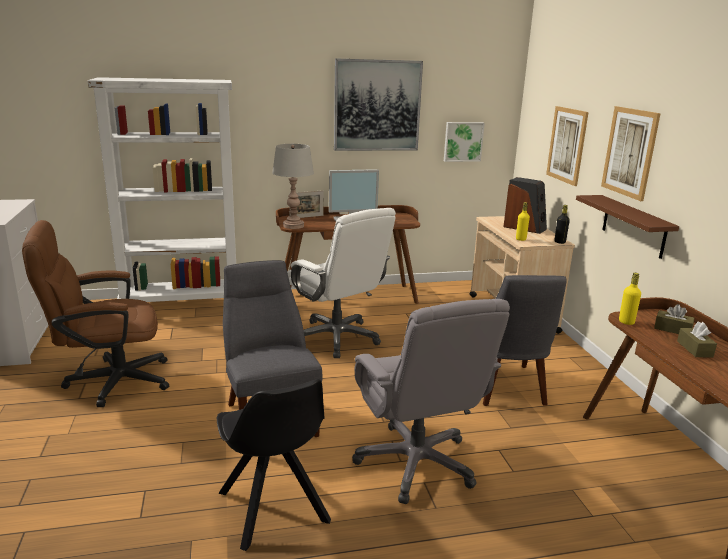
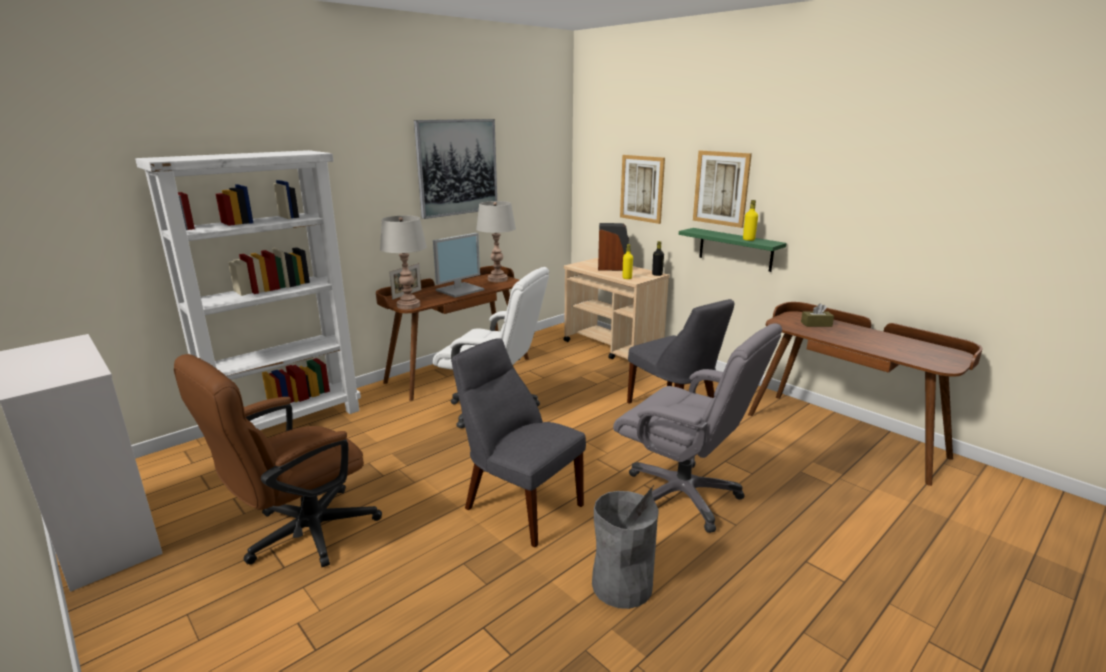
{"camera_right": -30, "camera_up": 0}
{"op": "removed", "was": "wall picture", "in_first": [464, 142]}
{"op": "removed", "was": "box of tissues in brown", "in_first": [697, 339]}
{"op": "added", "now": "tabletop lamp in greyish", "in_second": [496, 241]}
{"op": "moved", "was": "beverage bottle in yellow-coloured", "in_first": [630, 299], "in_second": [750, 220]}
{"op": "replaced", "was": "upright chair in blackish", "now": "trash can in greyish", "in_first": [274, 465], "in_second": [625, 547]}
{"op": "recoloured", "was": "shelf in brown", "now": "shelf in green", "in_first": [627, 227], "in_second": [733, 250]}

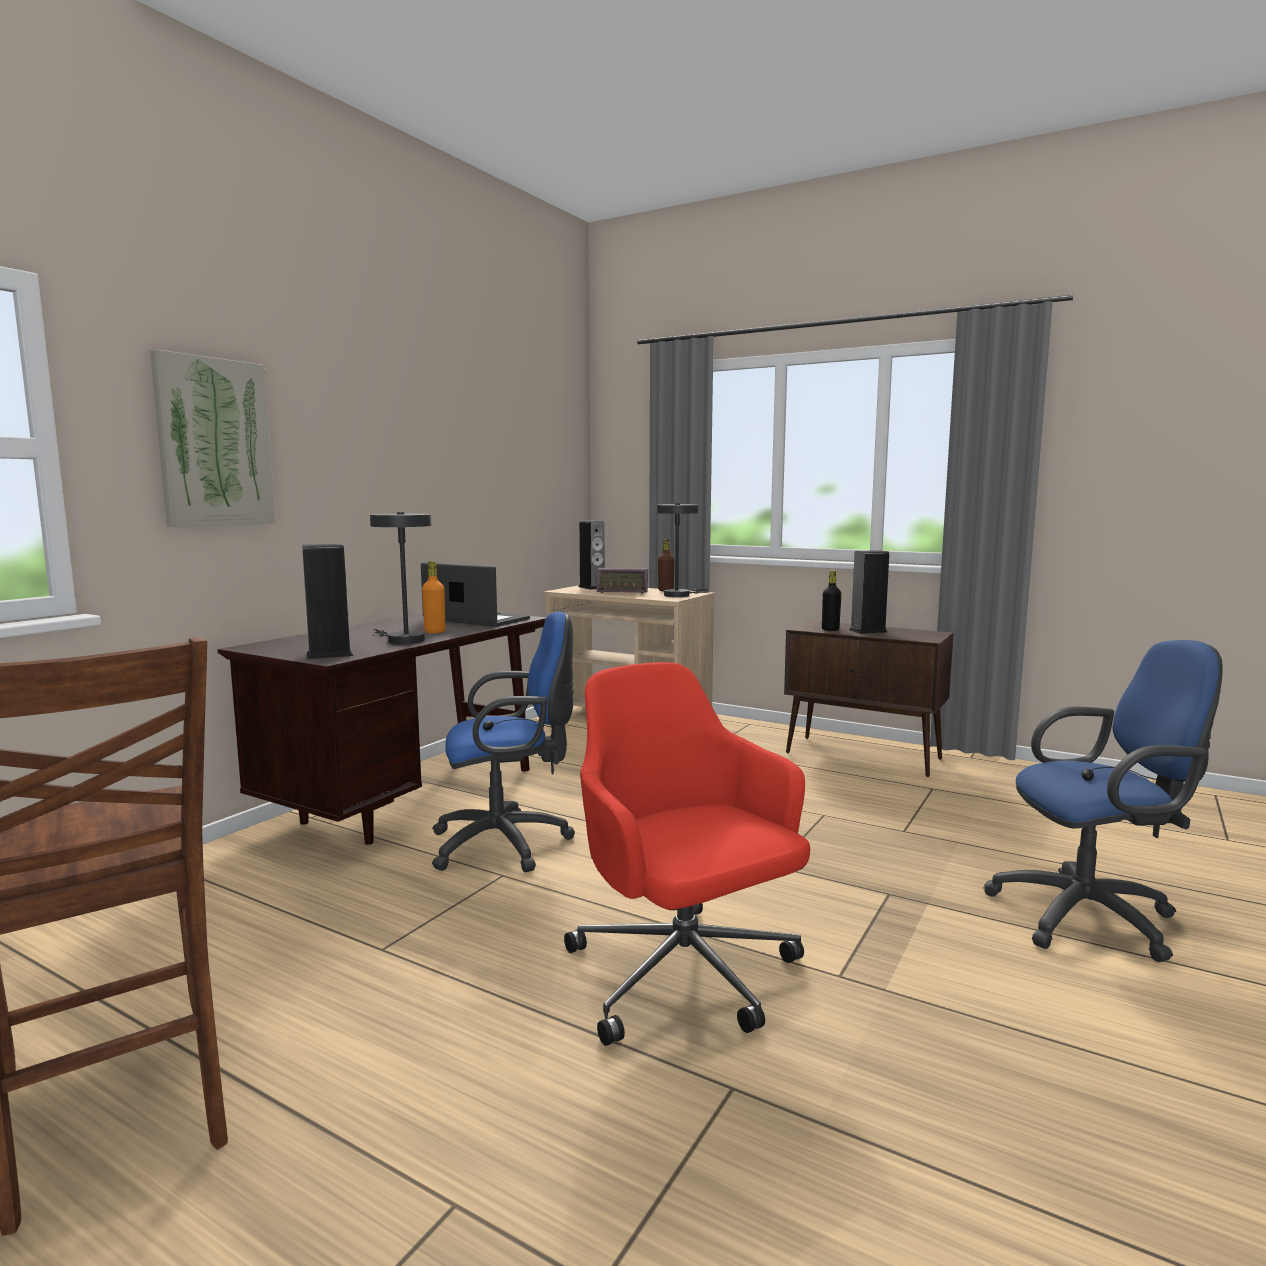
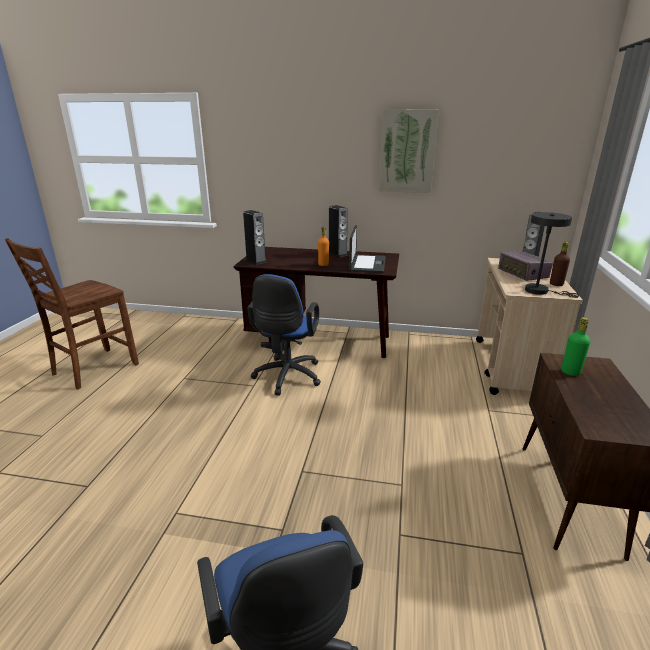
{"camera_right": 70, "camera_up": 15}
{"op": "removed", "was": "tabletop lamp in greyish", "in_first": [400, 578]}
{"op": "removed", "was": "computer chair in red-coloured", "in_first": [687, 854]}
{"op": "moved", "was": "wall picture", "in_first": [213, 438], "in_second": [409, 151]}
{"op": "moved", "was": "audio speaker", "in_first": [869, 592], "in_second": [338, 231]}
{"op": "recoloured", "was": "beverage bottle in blackish", "now": "beverage bottle in green", "in_first": [831, 600], "in_second": [575, 346]}
{"op": "turned", "was": "computer chair in bluish", "in_first": [503, 742], "in_second": [284, 335], "clockwise": 45}

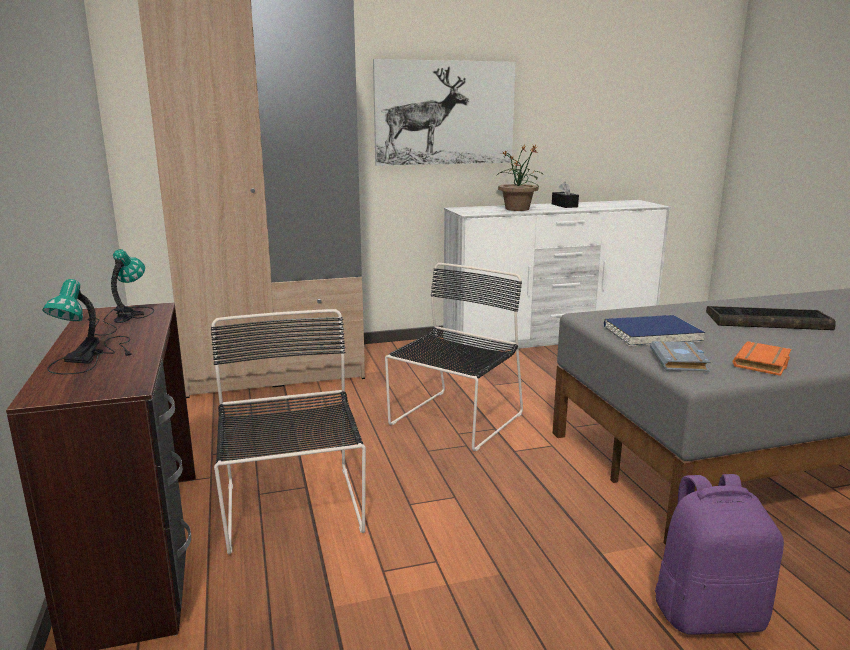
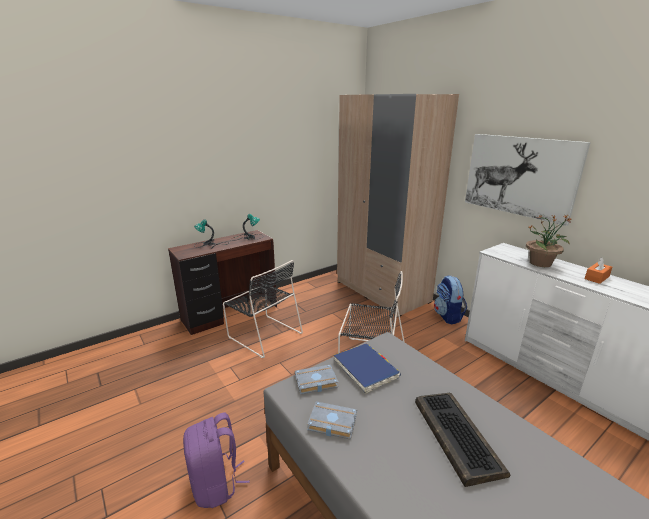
{"camera_right": 70, "camera_up": 5}
{"op": "added", "now": "knapsack", "in_second": [450, 300]}
{"op": "recoloured", "was": "box of tissues in blackish", "now": "box of tissues in orange", "in_first": [565, 195], "in_second": [598, 270]}
{"op": "recoloured", "was": "volume in orange", "now": "volume in greyish", "in_first": [762, 358], "in_second": [332, 420]}
{"op": "turned", "was": "upright chair in blackish", "in_first": [288, 432], "in_second": [263, 309], "clockwise": 75}

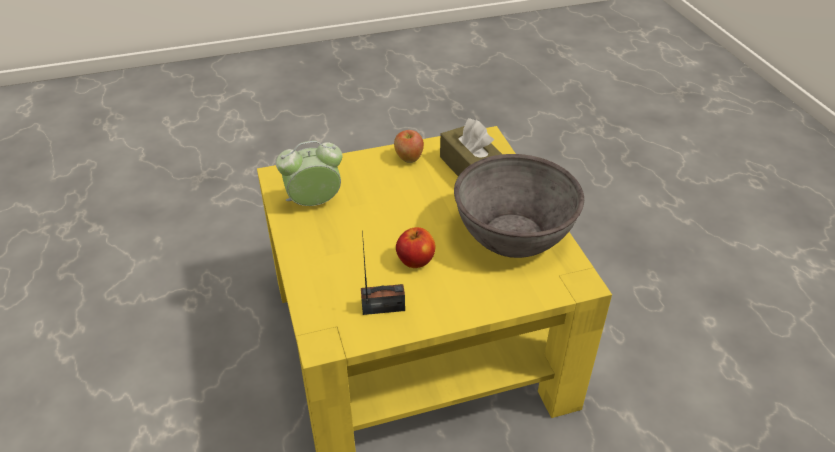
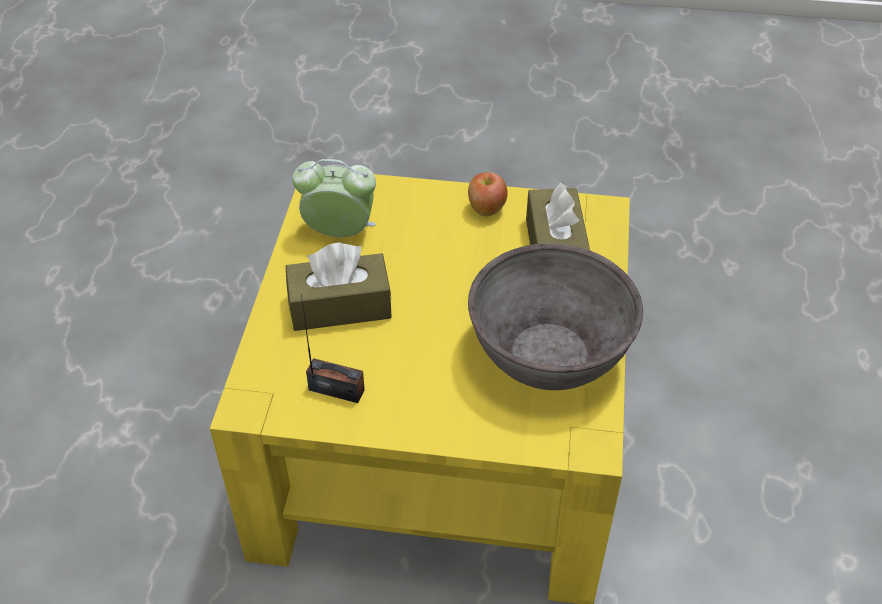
{"camera_right": 25, "camera_up": 5}
{"op": "removed", "was": "whole apple", "in_first": [416, 247]}
{"op": "added", "now": "box of tissues in brown", "in_second": [338, 287]}

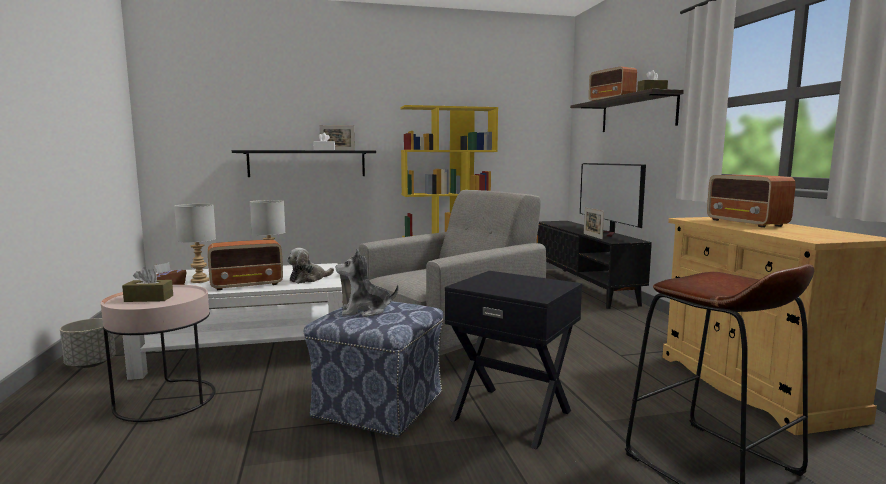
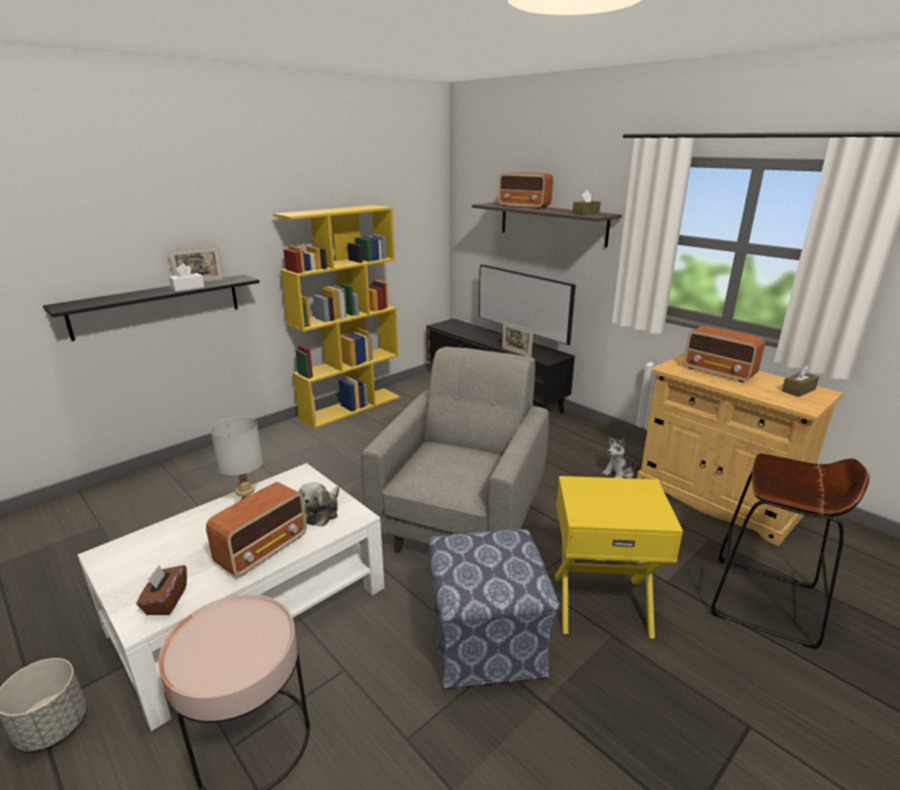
{"camera_right": -30, "camera_up": 15}
{"op": "removed", "was": "tabletop lamp in greyish", "in_first": [195, 243]}
{"op": "moved", "was": "box of tissues in brown", "in_first": [147, 284], "in_second": [800, 381]}
{"op": "moved", "was": "soft toy", "in_first": [367, 283], "in_second": [618, 457]}
{"op": "recoloured", "was": "accent table in blackish", "now": "accent table in yellow-coloured", "in_first": [513, 360], "in_second": [619, 557]}

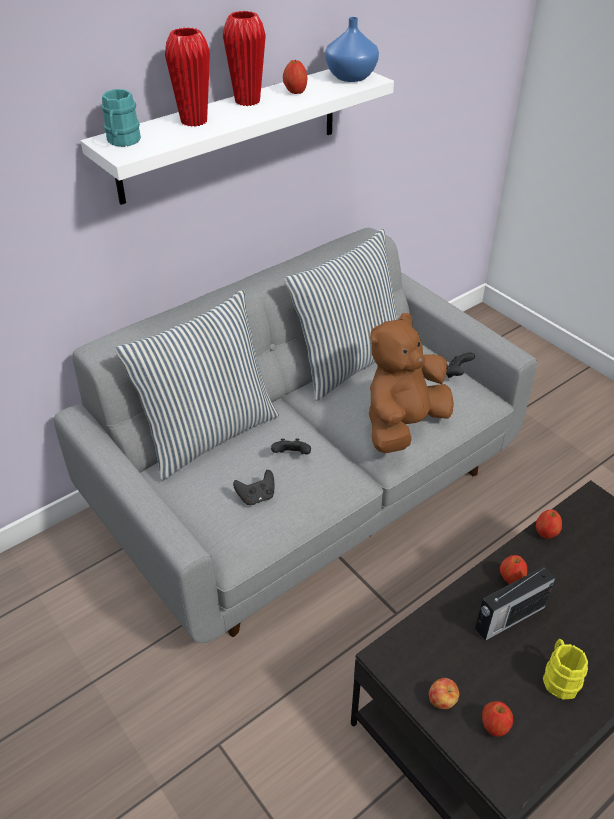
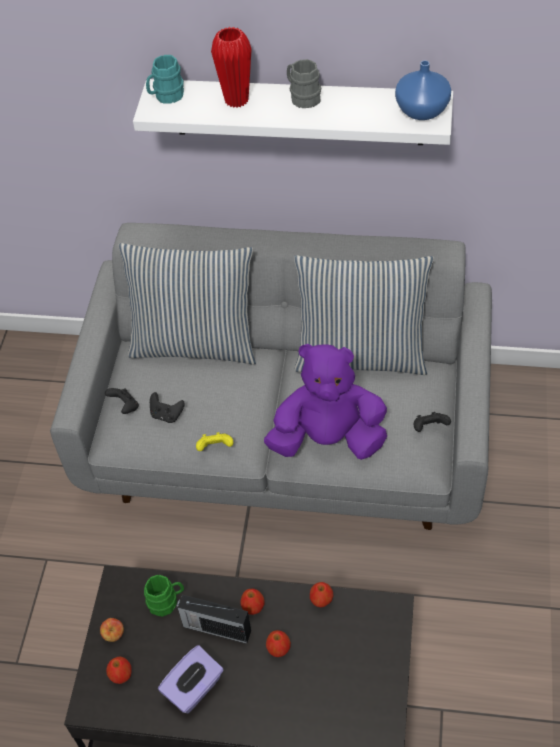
{"camera_right": 50, "camera_up": 10}
{"op": "added", "now": "mug in green", "in_second": [164, 596]}
{"op": "added", "now": "joypad in yellow-coloured", "in_second": [214, 441]}
{"op": "moved", "was": "joypad in blackish", "in_first": [291, 446], "in_second": [122, 401]}
{"op": "moved", "was": "whole apple", "in_first": [295, 77], "in_second": [278, 643]}
{"op": "replaced", "was": "decorative vase in red-coloured", "now": "mug in greyish", "in_first": [244, 58], "in_second": [304, 83]}
{"op": "replaced", "was": "mug in yellow-coloured", "now": "box of tissues in purple", "in_first": [565, 669], "in_second": [191, 679]}
{"op": "recoloured", "was": "soft toy in brown", "now": "soft toy in purple", "in_first": [411, 383], "in_second": [325, 402]}

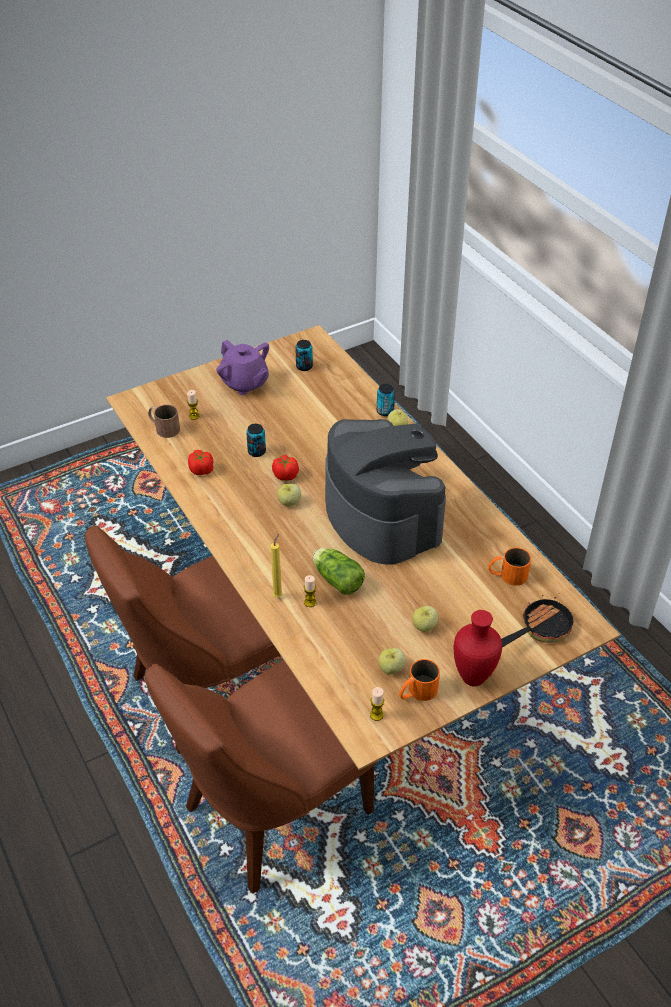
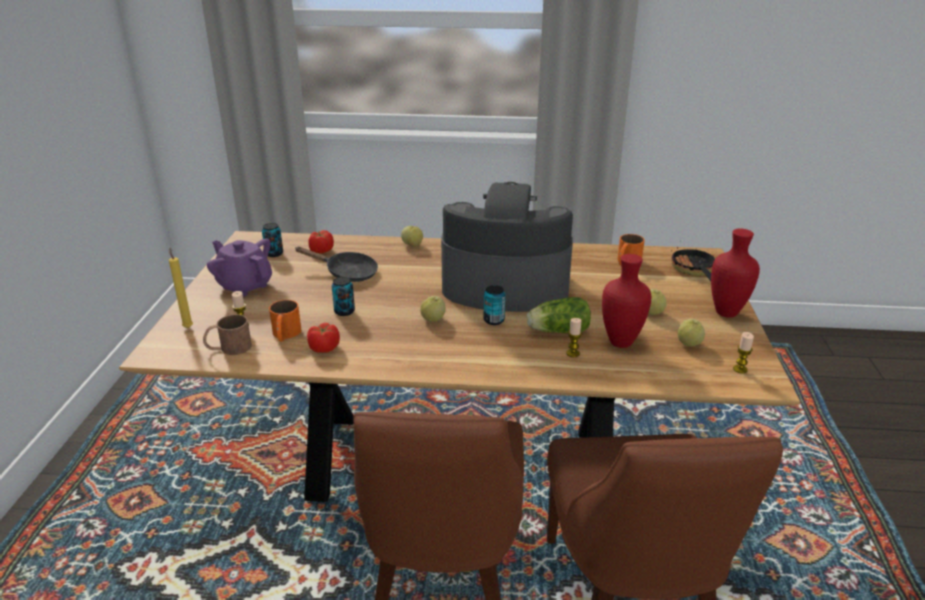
{"camera_right": -55, "camera_up": -15}
{"op": "added", "now": "frying pan in blackish", "in_second": [336, 264]}
{"op": "added", "now": "decorative vase in red-coloured", "in_second": [626, 301]}
{"op": "moved", "was": "wax light in yellow-coloured", "in_first": [276, 566], "in_second": [181, 288]}
{"op": "moved", "was": "whole tomato", "in_first": [285, 468], "in_second": [321, 242]}
{"op": "moved", "was": "can", "in_first": [386, 400], "in_second": [494, 305]}
{"op": "moved", "was": "mug in orange", "in_first": [419, 680], "in_second": [285, 321]}
{"op": "turned", "was": "pot for tea in purple", "in_first": [242, 367], "in_second": [239, 267], "clockwise": -135}

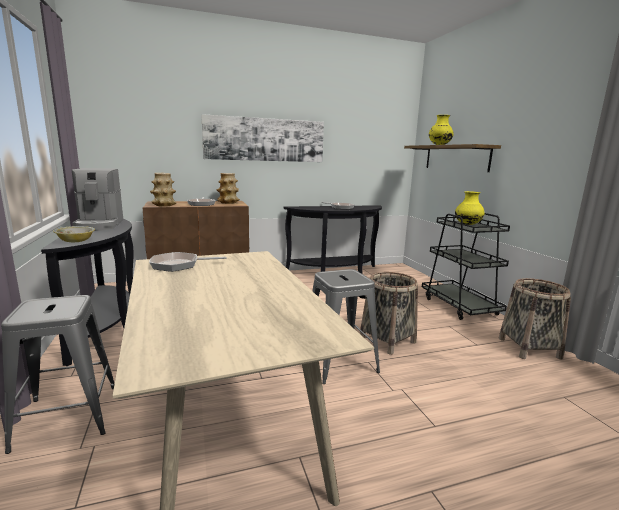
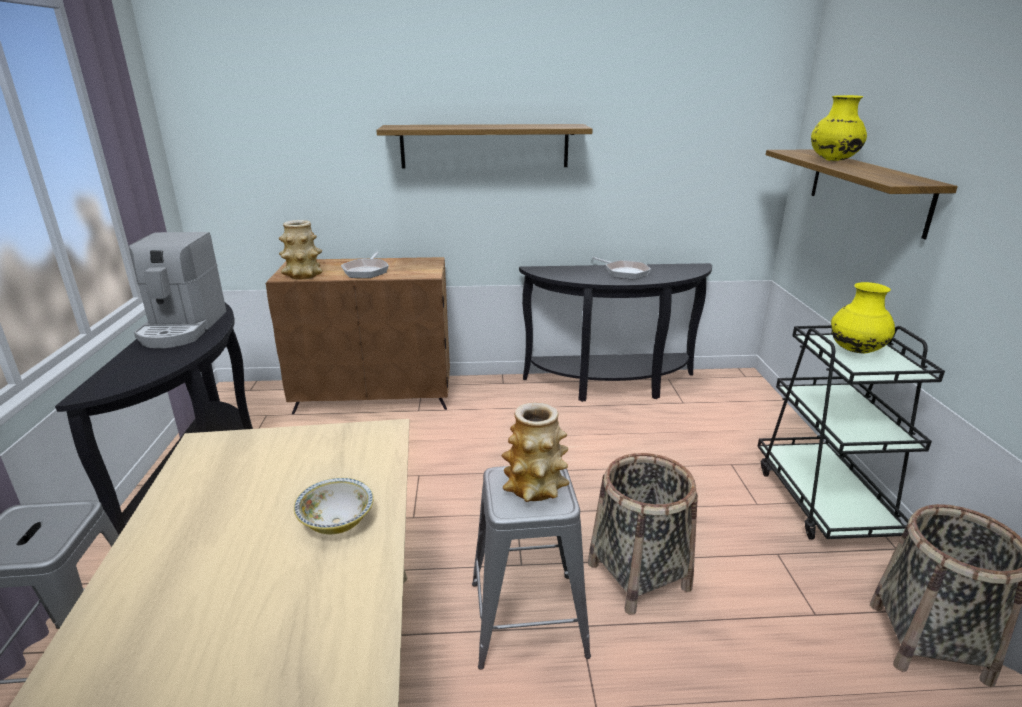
{"camera_right": 15, "camera_up": 10}
{"op": "removed", "was": "frying pan", "in_first": [187, 262]}
{"op": "moved", "was": "bowl", "in_first": [74, 234], "in_second": [334, 506]}
{"op": "moved", "was": "decorative vase", "in_first": [228, 188], "in_second": [535, 452]}
{"op": "replaced", "was": "wall picture", "now": "shelf", "in_first": [263, 138], "in_second": [484, 146]}

